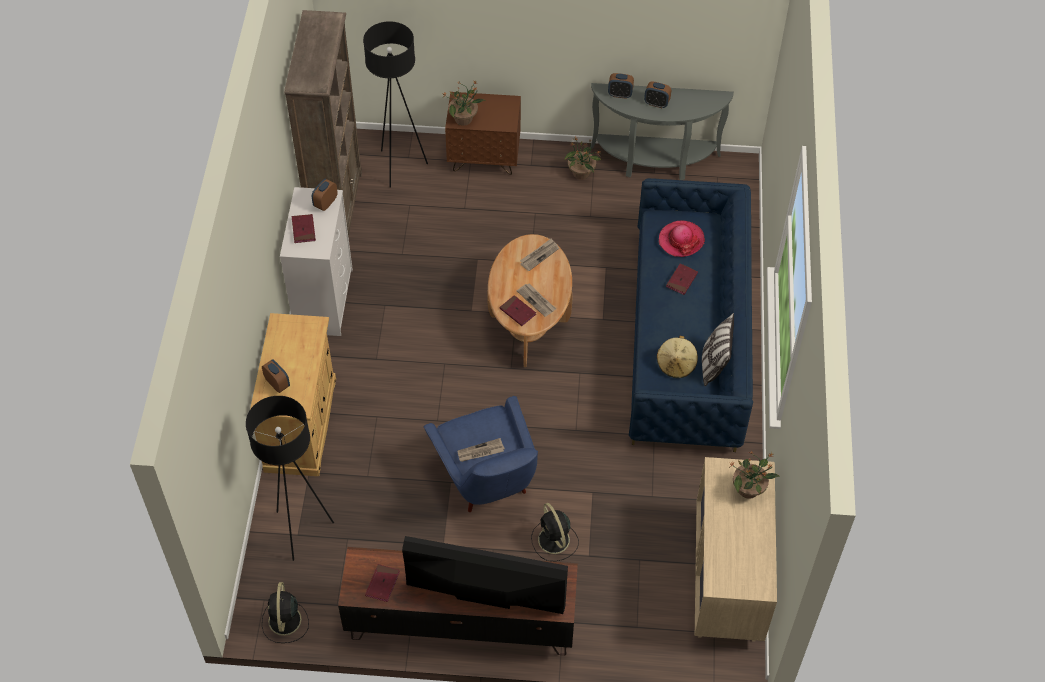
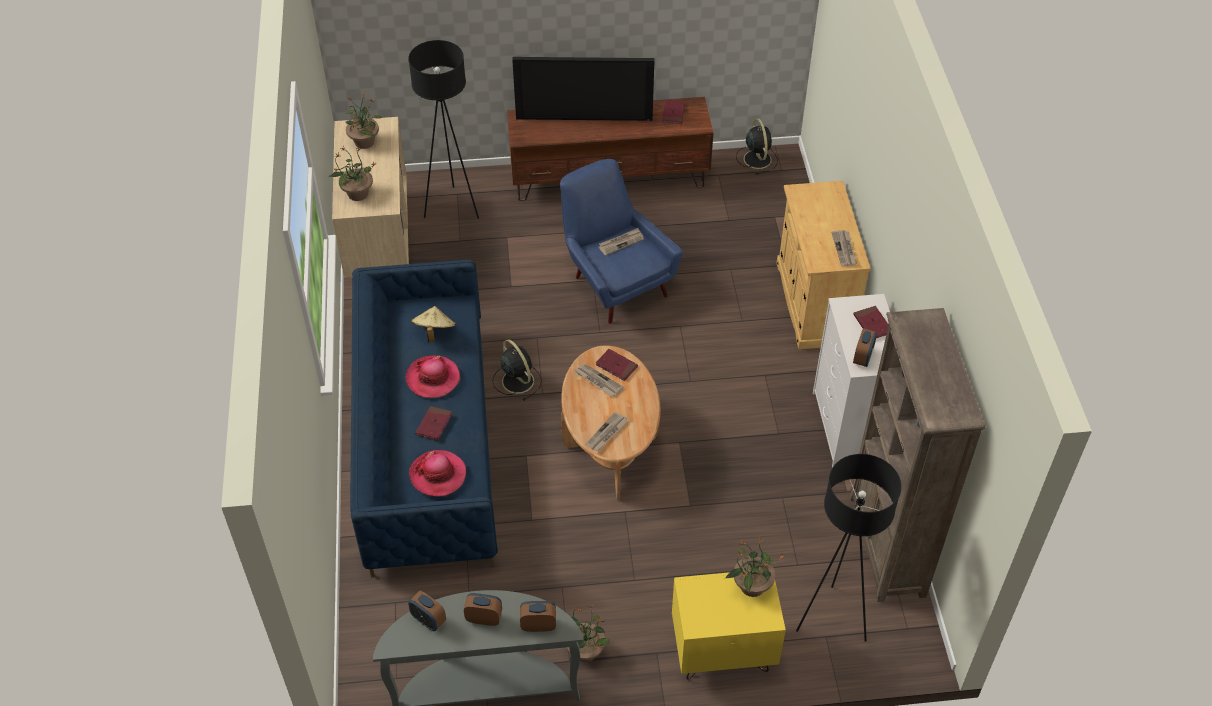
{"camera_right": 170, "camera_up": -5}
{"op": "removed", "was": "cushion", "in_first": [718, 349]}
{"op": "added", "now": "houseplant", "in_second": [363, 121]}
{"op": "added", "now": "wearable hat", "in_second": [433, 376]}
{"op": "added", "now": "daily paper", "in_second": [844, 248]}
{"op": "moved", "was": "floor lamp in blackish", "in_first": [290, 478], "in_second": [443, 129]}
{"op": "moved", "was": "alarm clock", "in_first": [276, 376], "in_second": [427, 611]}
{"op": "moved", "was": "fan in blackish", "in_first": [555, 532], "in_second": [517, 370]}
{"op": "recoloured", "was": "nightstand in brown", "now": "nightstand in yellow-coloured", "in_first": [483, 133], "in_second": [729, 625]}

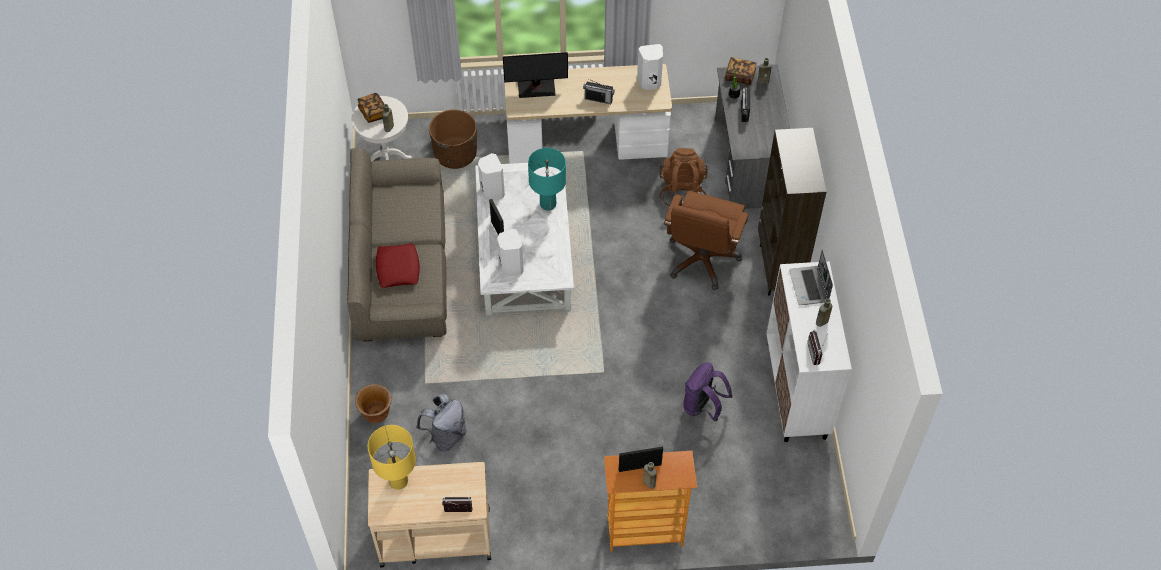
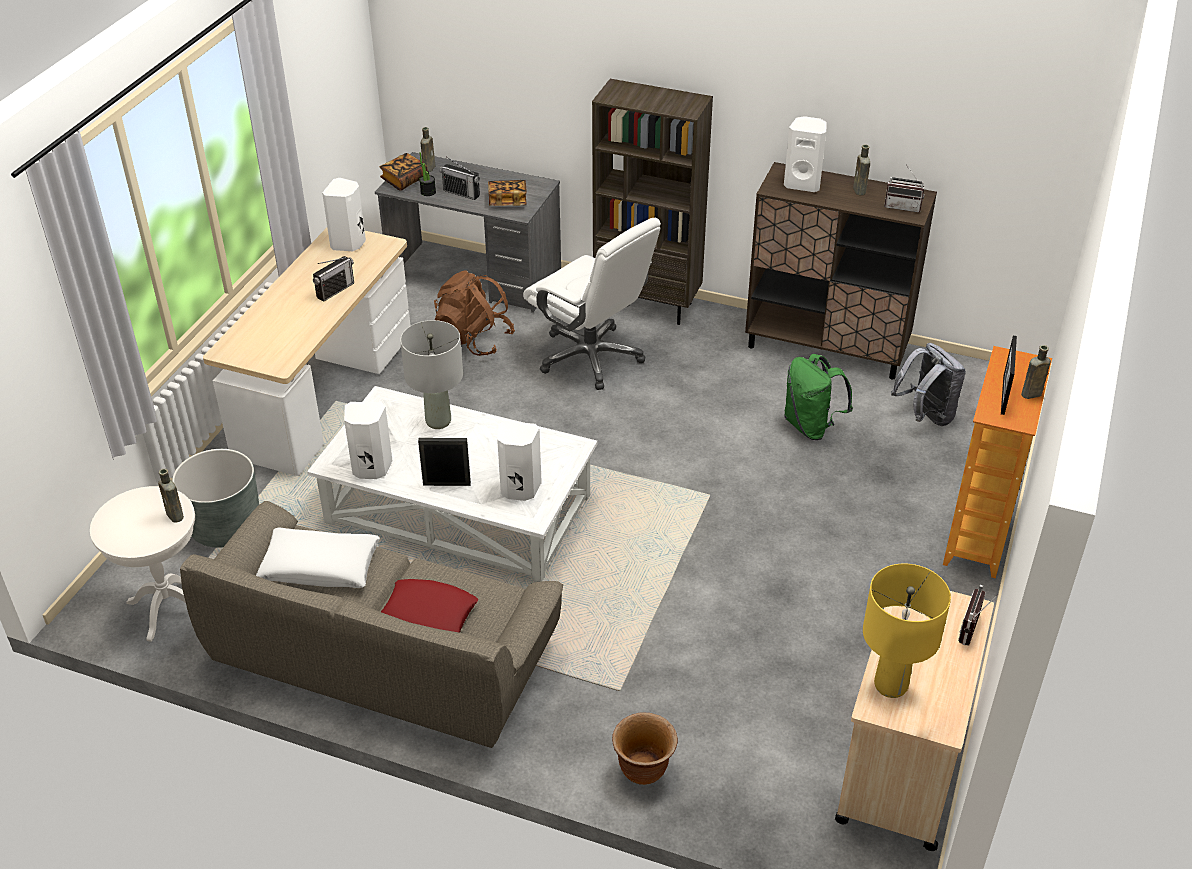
{"camera_right": -65, "camera_up": -15}
{"op": "removed", "was": "computer screen", "in_first": [535, 75]}
{"op": "added", "now": "cushion in whitish", "in_second": [318, 557]}
{"op": "moved", "was": "volume", "in_first": [370, 108], "in_second": [507, 193]}
{"op": "moved", "was": "knapsack in greyish", "in_first": [441, 423], "in_second": [928, 384]}
{"op": "replaced", "was": "portable computer", "now": "audio speaker in whitish", "in_first": [811, 277], "in_second": [805, 154]}
{"op": "recoloured", "was": "flower pot in brown", "now": "flower pot in greyish", "in_first": [453, 139], "in_second": [215, 498]}
{"op": "recoloured", "was": "tabletop lamp in turquoise", "now": "tabletop lamp in greyish", "in_first": [547, 179], "in_second": [431, 374]}
{"op": "recoloured", "was": "computer chair in brown", "now": "computer chair in whitish", "in_first": [706, 240], "in_second": [592, 304]}
{"op": "recoloured", "was": "knapsack in purple", "now": "knapsack in green", "in_first": [707, 392], "in_second": [818, 397]}
{"op": "recoloured", "was": "storage cabinet in whitish", "now": "storage cabinet in brown", "in_first": [809, 351], "in_second": [841, 271]}

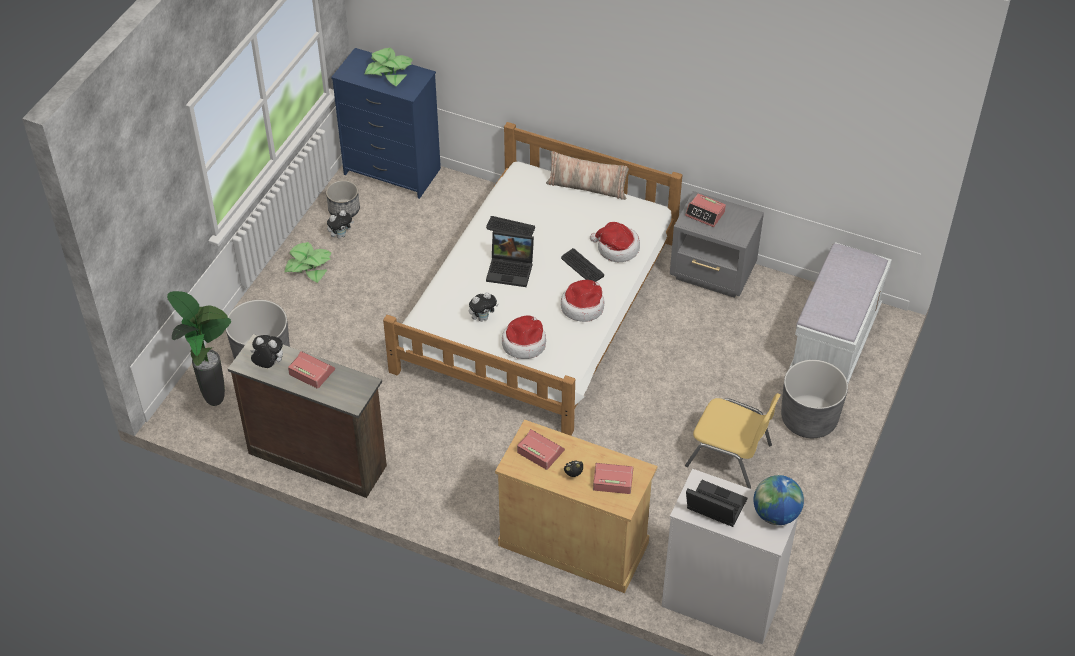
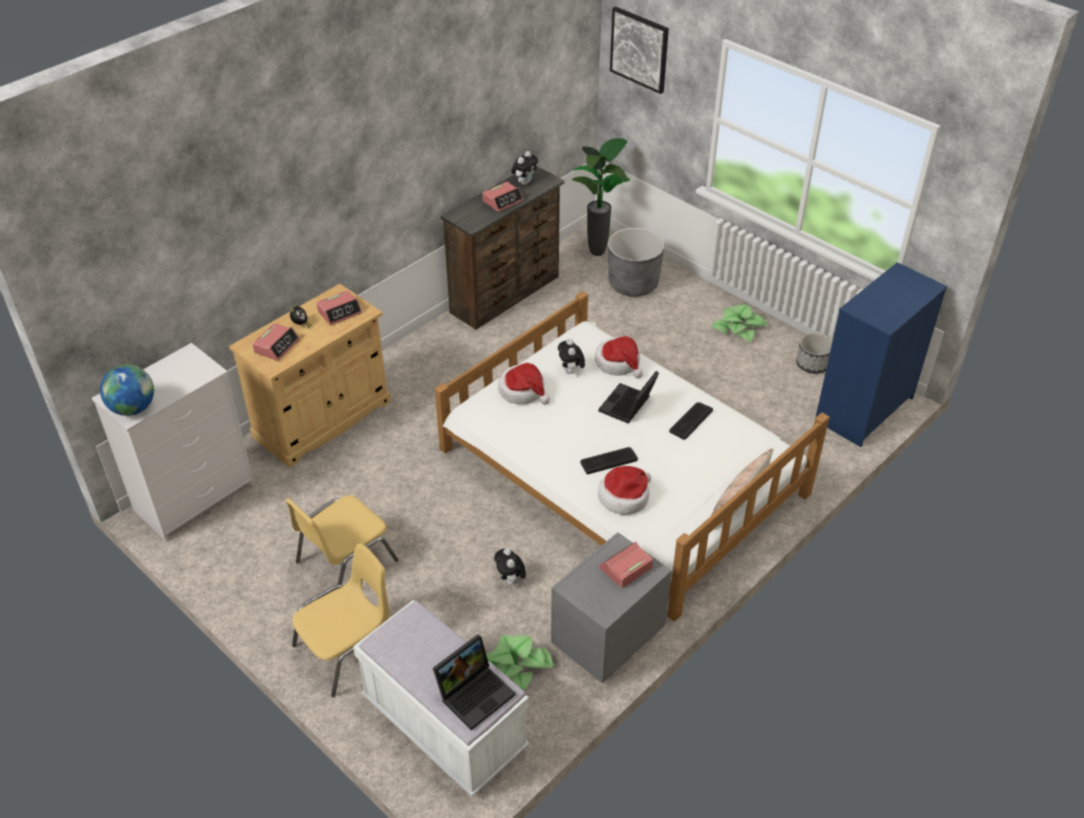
{"camera_right": 110, "camera_up": -5}
{"op": "added", "now": "wall picture", "in_second": [639, 50]}
{"op": "moved", "was": "soft toy", "in_first": [340, 224], "in_second": [510, 567]}
{"op": "moved", "was": "houseplant", "in_first": [388, 67], "in_second": [519, 663]}
{"op": "moved", "was": "wearable hat", "in_first": [582, 301], "in_second": [619, 357]}
{"op": "moved", "was": "portable computer", "in_first": [716, 503], "in_second": [474, 682]}
{"op": "replaced", "was": "flower pot in greyish", "now": "upright chair in yellow-coloured", "in_first": [814, 399], "in_second": [340, 620]}

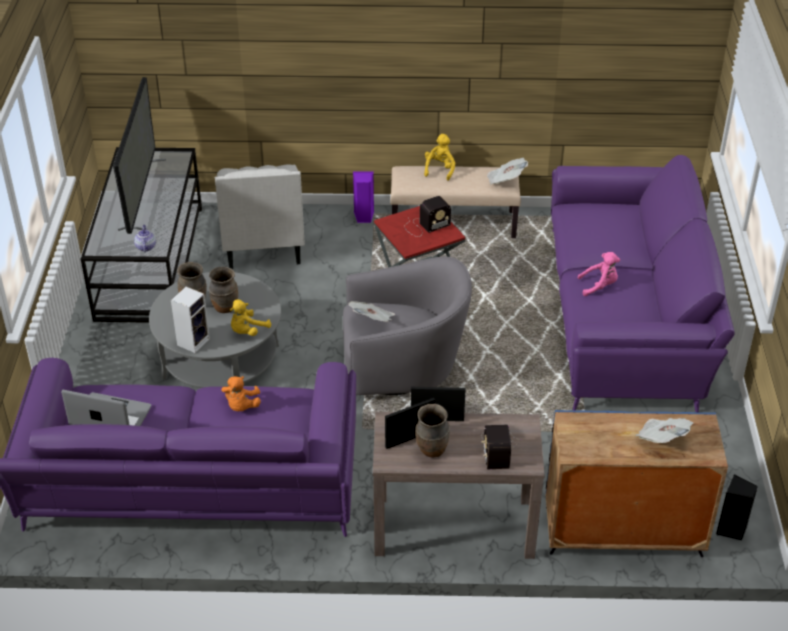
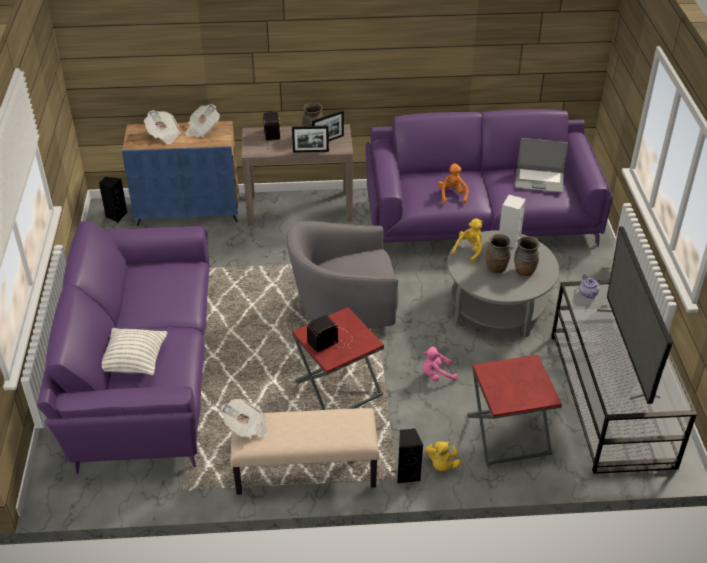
{"camera_right": 175, "camera_up": 0}
{"op": "added", "now": "cushion", "in_second": [135, 351]}
{"op": "moved", "was": "daily paper", "in_first": [371, 311], "in_second": [202, 120]}
{"op": "moved", "was": "soft toy in yellow-coloured", "in_first": [439, 157], "in_second": [443, 456]}
{"op": "moved", "was": "soft toy in pinkish", "in_first": [598, 274], "in_second": [440, 364]}
{"op": "replaced", "was": "lounge chair in whitish", "now": "accent table in red-coloured", "in_first": [260, 216], "in_second": [514, 410]}
{"op": "recoloured", "was": "audio speaker in purple", "now": "audio speaker in blackish", "in_first": [363, 197], "in_second": [410, 456]}

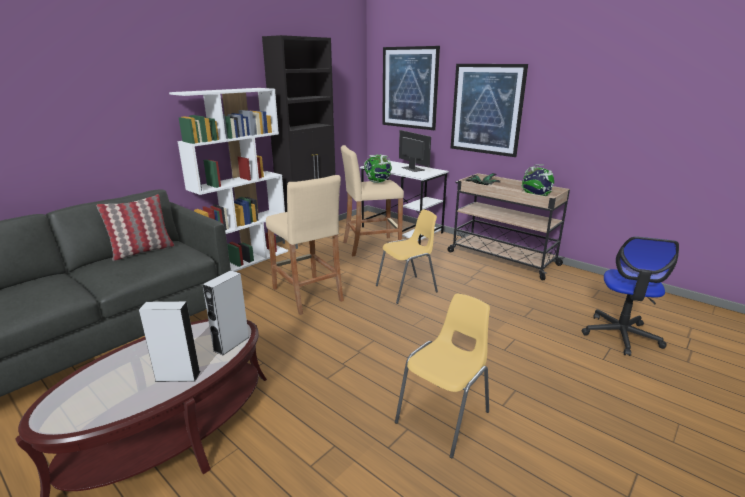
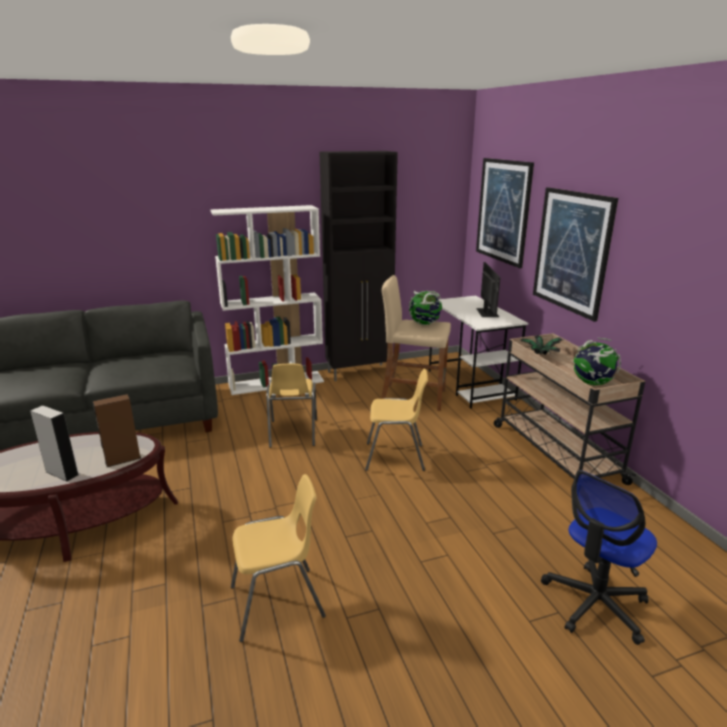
{"camera_right": 30, "camera_up": 0}
{"op": "removed", "was": "cushion", "in_first": [135, 227]}
{"op": "replaced", "was": "sitting stool in sand-coloured", "now": "upright chair in yellow-coloured", "in_first": [305, 245], "in_second": [291, 406]}
{"op": "recoloured", "was": "audio speaker in greyish", "now": "audio speaker in brown", "in_first": [225, 312], "in_second": [117, 430]}

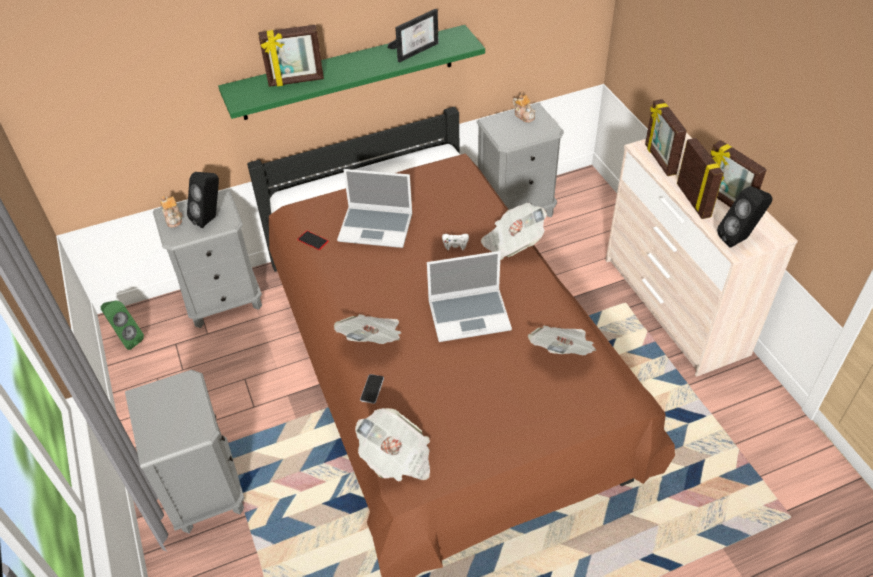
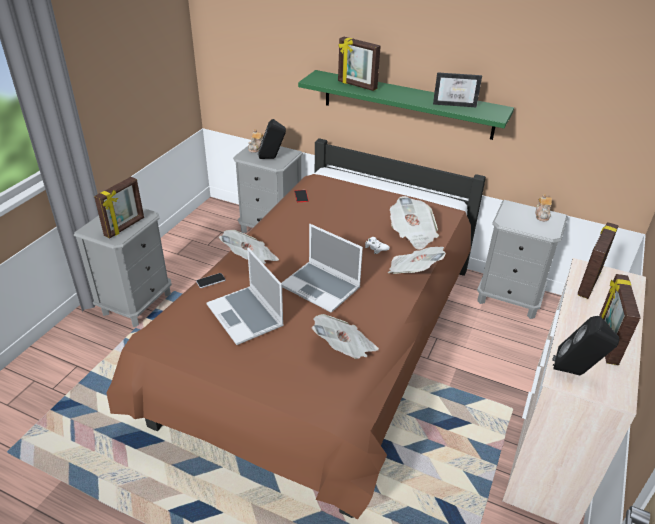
{"camera_right": 45, "camera_up": -10}
{"op": "removed", "was": "audio speaker in green", "in_first": [122, 325]}
{"op": "moved", "was": "portable computer", "in_first": [375, 208], "in_second": [245, 296]}
{"op": "moved", "was": "daily paper", "in_first": [392, 444], "in_second": [414, 223]}
{"op": "moved", "was": "picture frame", "in_first": [700, 178], "in_second": [119, 207]}

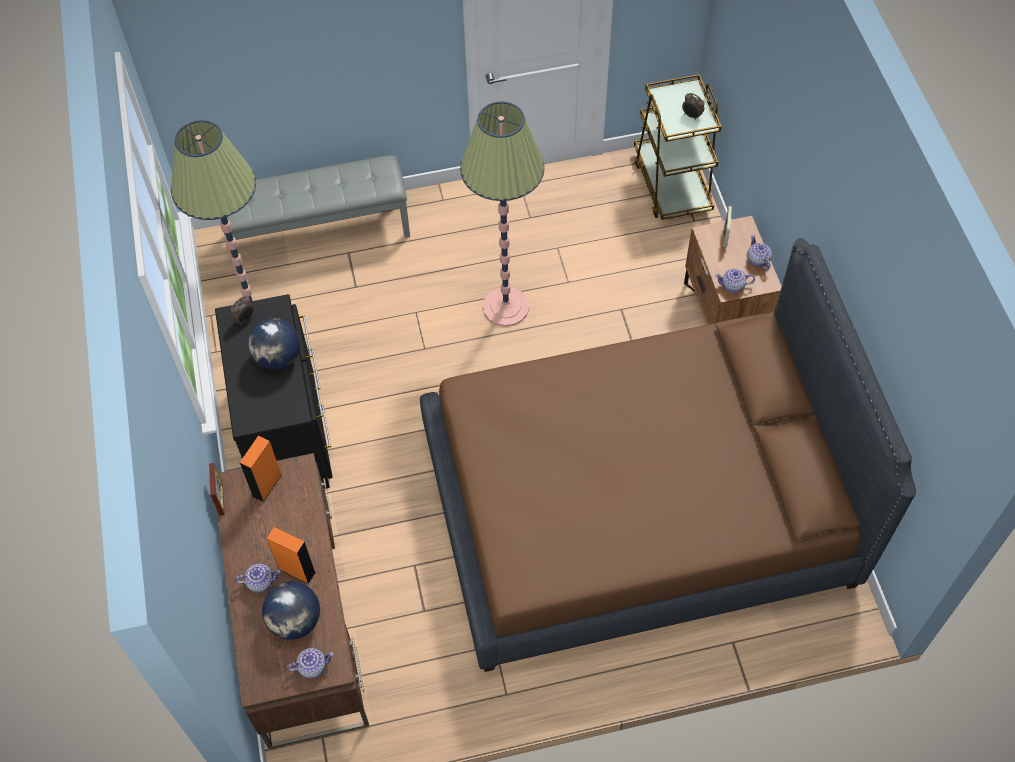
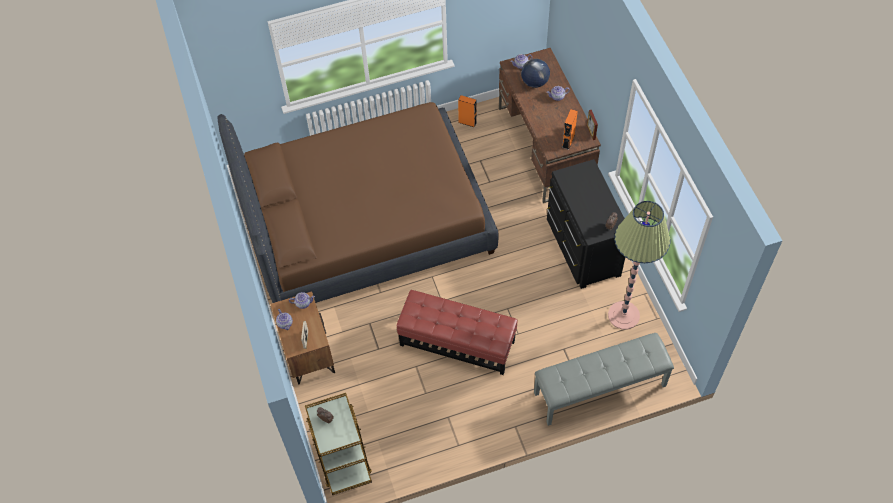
{"camera_right": 175, "camera_up": 0}
{"op": "removed", "was": "world globe", "in_first": [274, 344]}
{"op": "moved", "was": "audio speaker in orange", "in_first": [291, 555], "in_second": [467, 111]}
{"op": "replaced", "was": "floor lamp", "now": "ottoman in red-coloured", "in_first": [502, 214], "in_second": [457, 332]}

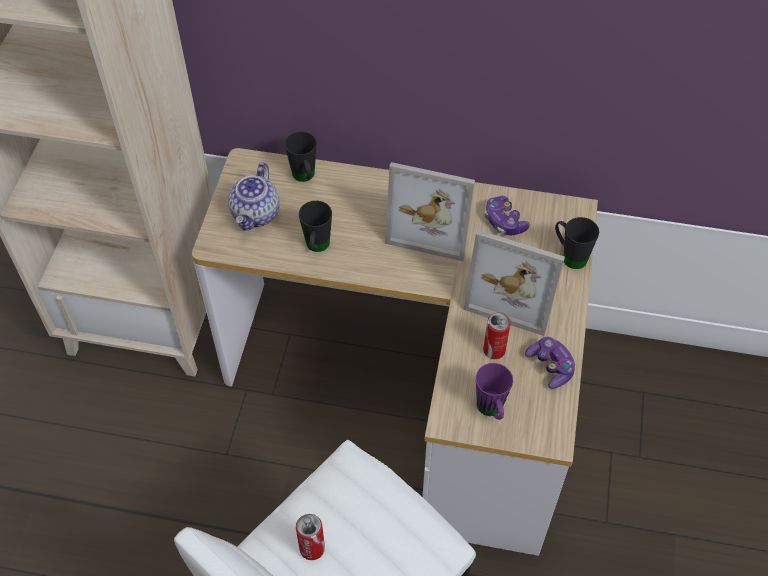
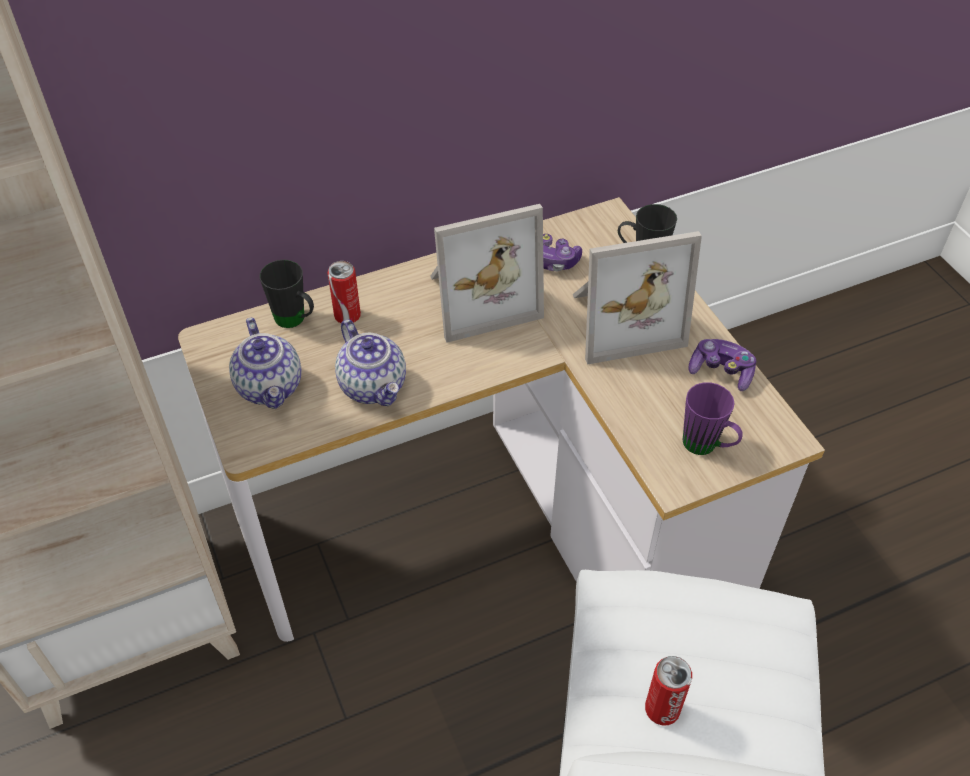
{"camera_right": -35, "camera_up": -5}
{"op": "moved", "was": "can", "in_first": [497, 335], "in_second": [344, 292]}
{"op": "replaced", "was": "mug in blackish", "now": "pot for tea", "in_first": [315, 226], "in_second": [370, 362]}

